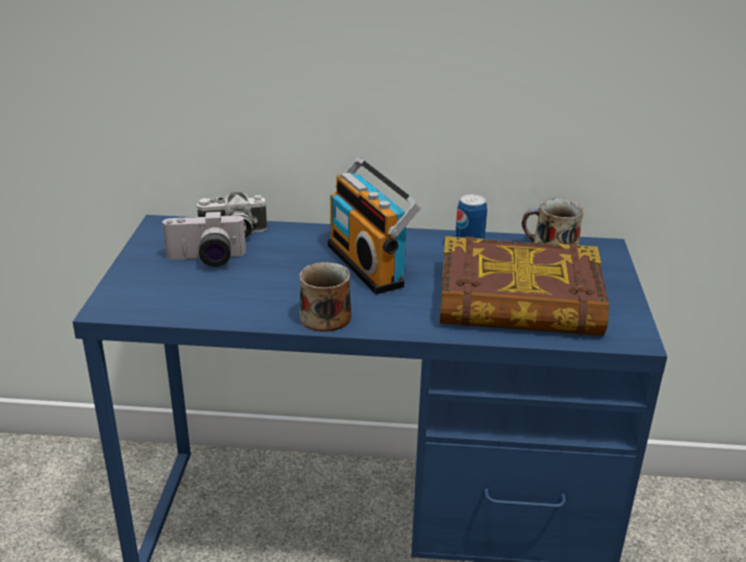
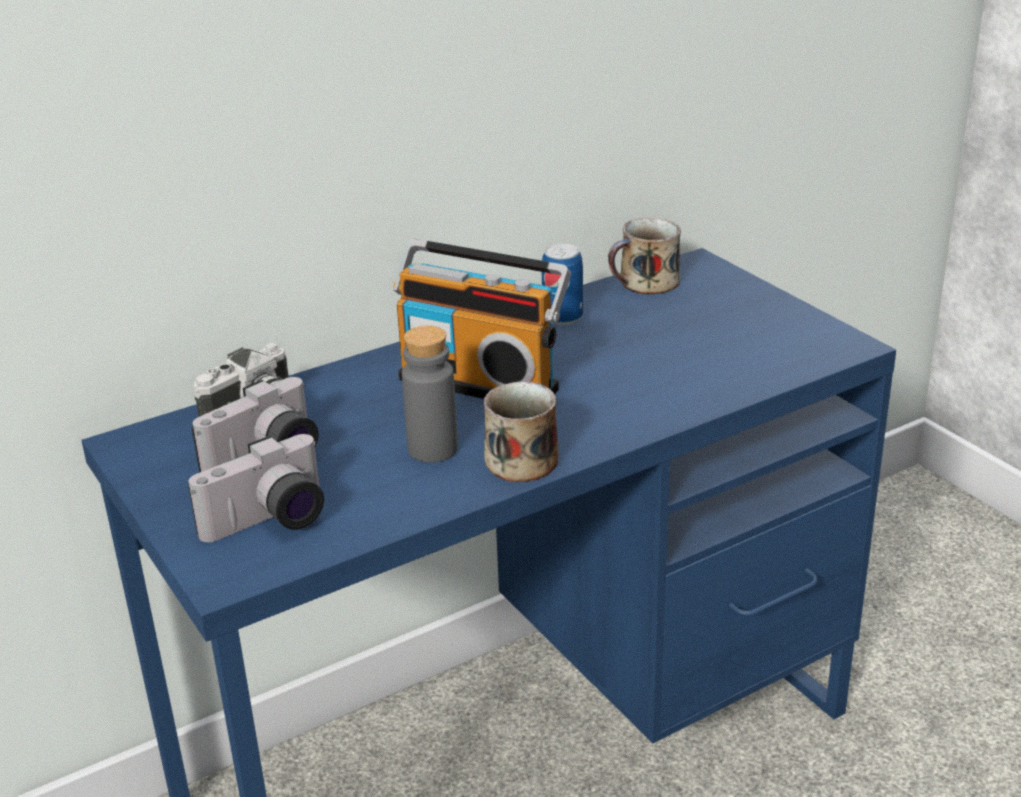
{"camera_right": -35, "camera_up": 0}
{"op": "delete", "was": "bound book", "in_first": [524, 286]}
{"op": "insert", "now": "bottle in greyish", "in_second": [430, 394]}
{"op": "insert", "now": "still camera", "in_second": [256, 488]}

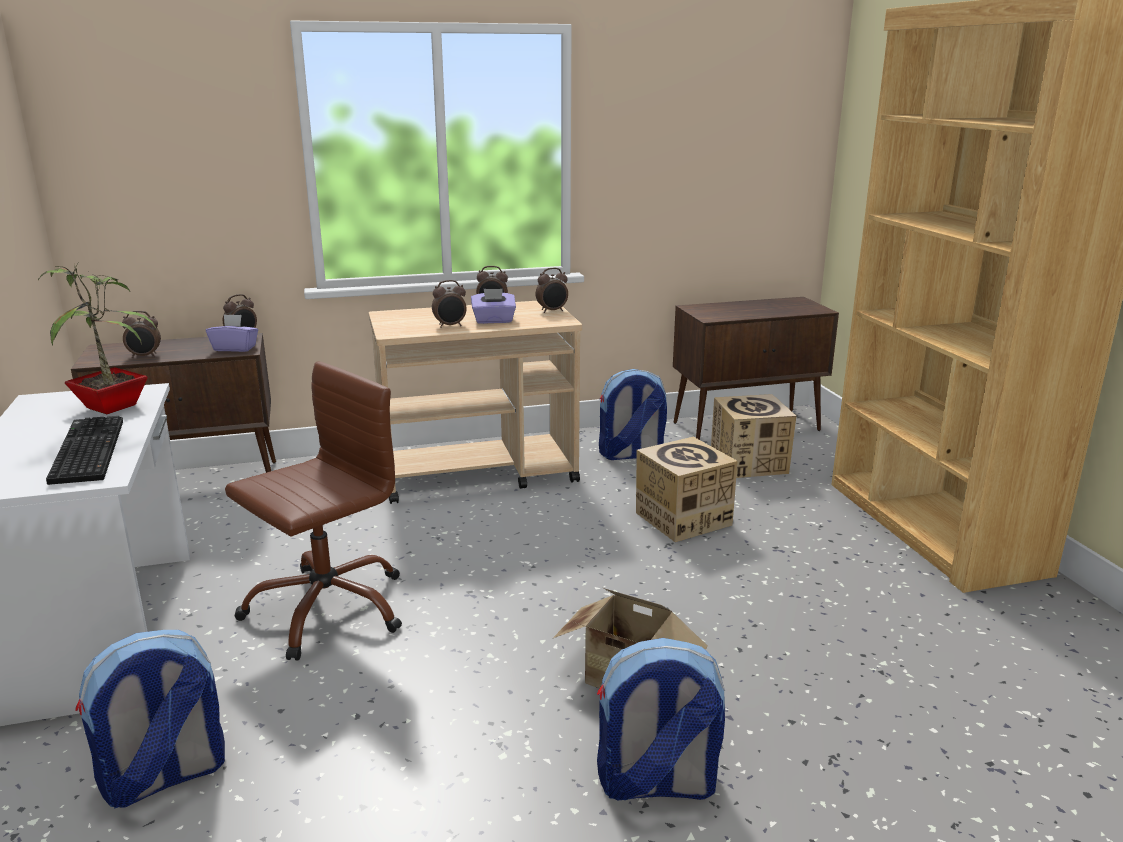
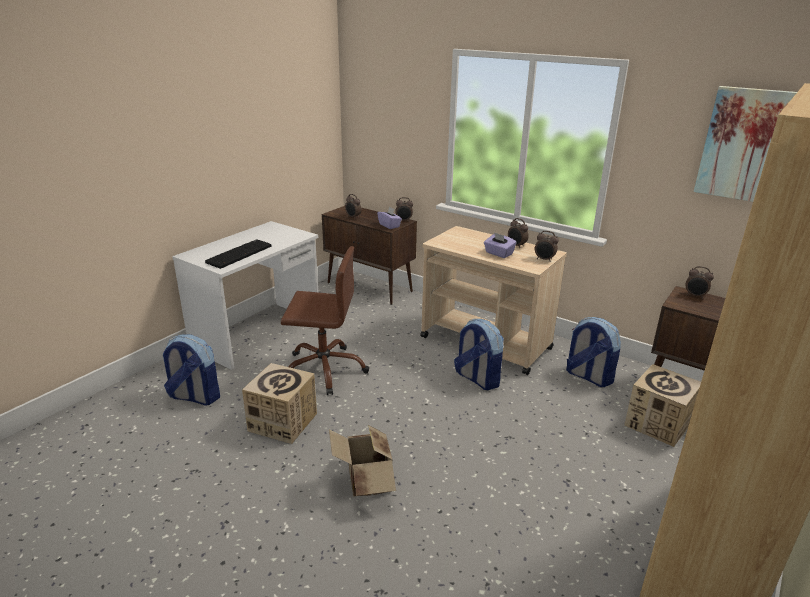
{"camera_right": 50, "camera_up": 5}
{"op": "delete", "was": "potted plant", "in_first": [98, 338]}
{"op": "move", "was": "bedside clock", "in_first": [449, 304], "in_second": [700, 282]}
{"op": "move", "was": "packing box", "in_first": [687, 489], "in_second": [279, 403]}
{"op": "move", "was": "rucksack", "in_first": [661, 719], "in_second": [479, 354]}
{"op": "insert", "now": "picture", "in_second": [745, 144]}

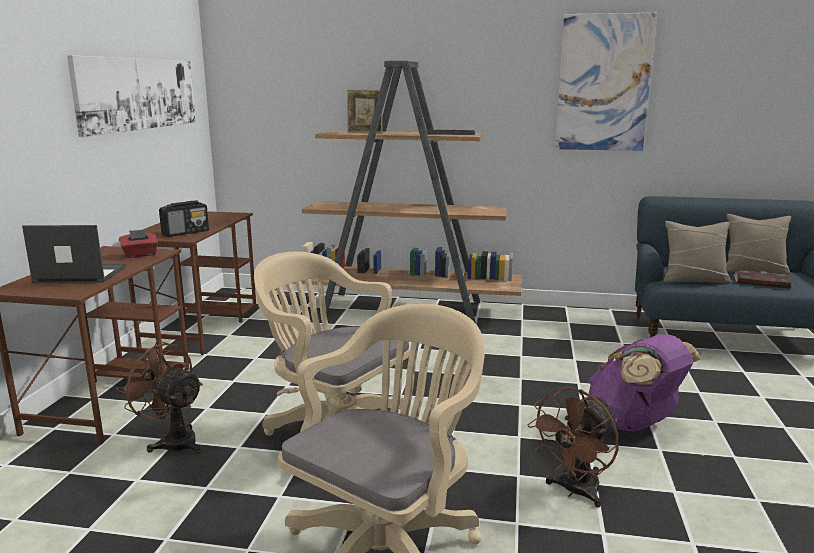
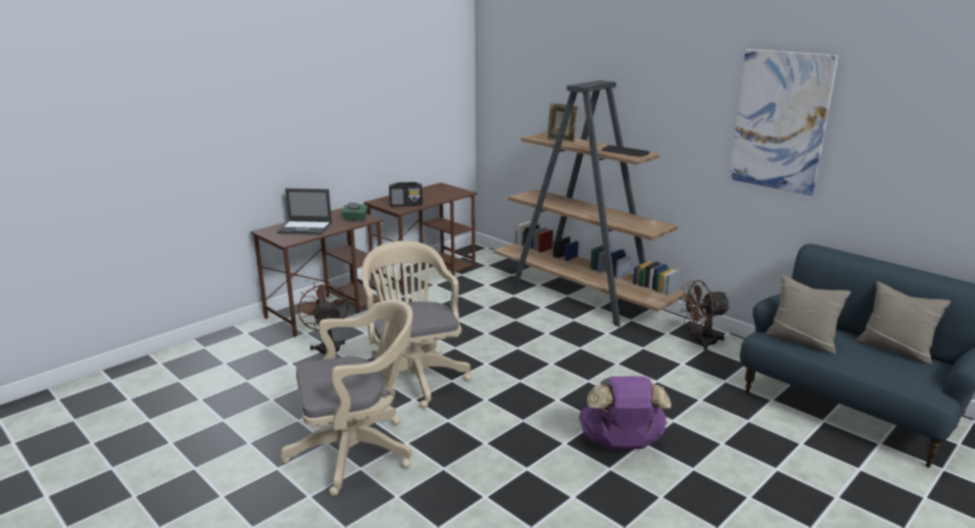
{"camera_right": 35, "camera_up": 5}
{"op": "delete", "was": "picture", "in_first": [131, 96]}
{"op": "rotate", "was": "notebook computer", "in_first": [74, 254], "in_second": [304, 211], "clockwise": 150}
{"op": "recolor", "was": "box of tissues in red", "now": "box of tissues in green-coloured", "in_first": [138, 244], "in_second": [354, 211]}
{"op": "delete", "was": "bound book", "in_first": [762, 279]}
{"op": "move", "was": "cooling fan in brownish", "in_first": [573, 447], "in_second": [705, 315]}

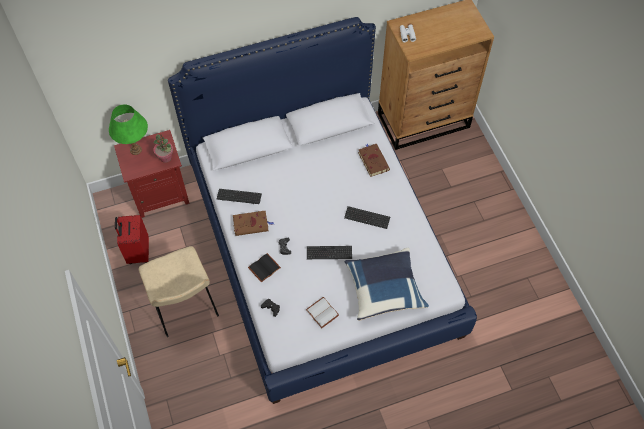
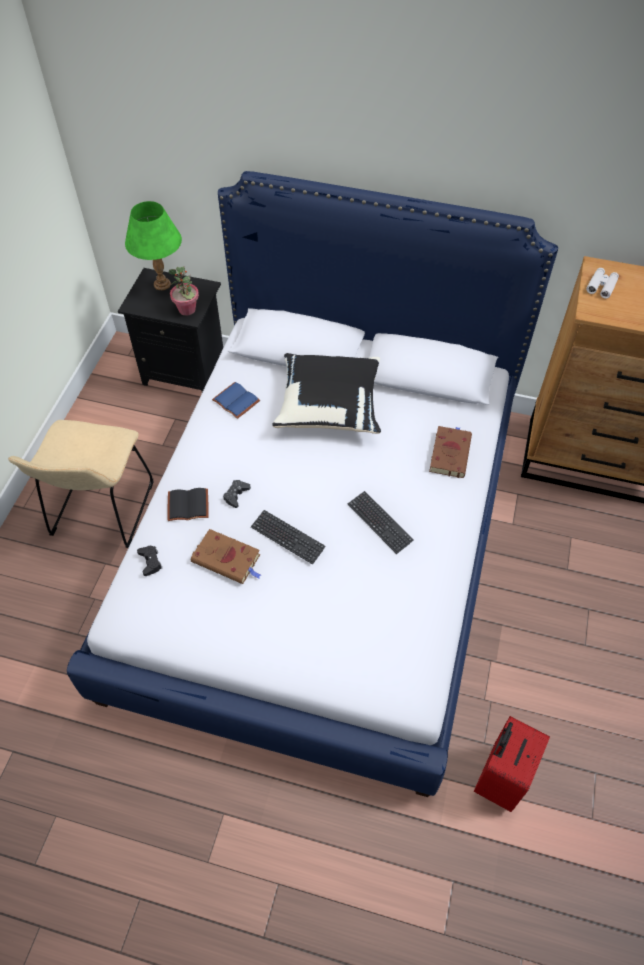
{"camera_right": 35, "camera_up": -5}
{"op": "recolor", "was": "bedside table in red", "now": "bedside table in blackish", "in_first": [152, 174], "in_second": [170, 330]}
{"op": "replace", "was": "keyboard", "now": "bound book in blue-coloured", "in_first": [239, 196], "in_second": [236, 400]}
{"op": "move", "was": "bound book in brownish", "in_first": [253, 223], "in_second": [226, 556]}
{"op": "move", "was": "travel case in red", "in_first": [132, 239], "in_second": [512, 764]}
{"op": "delete", "was": "pillow in blue-coloured", "in_first": [387, 284]}
{"op": "delete", "was": "bound book in whitish", "in_first": [322, 312]}
{"op": "insert", "now": "pillow in blackish", "in_second": [326, 393]}

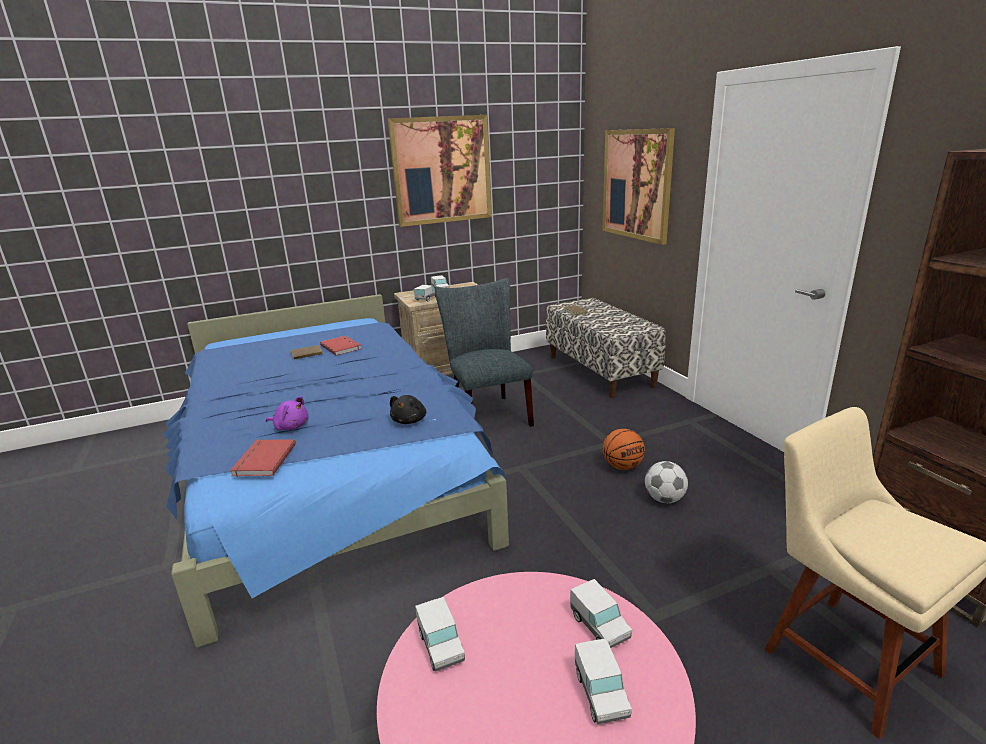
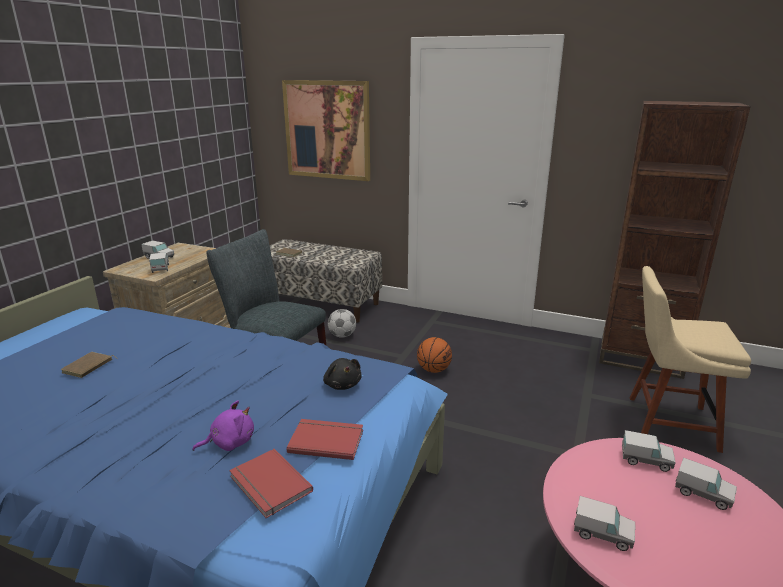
{"camera_right": -45, "camera_up": 0}
{"op": "delete", "was": "picture", "in_first": [440, 171]}
{"op": "move", "was": "bound book in red", "in_first": [341, 346], "in_second": [325, 439]}
{"op": "move", "was": "football ball", "in_first": [666, 482], "in_second": [342, 323]}

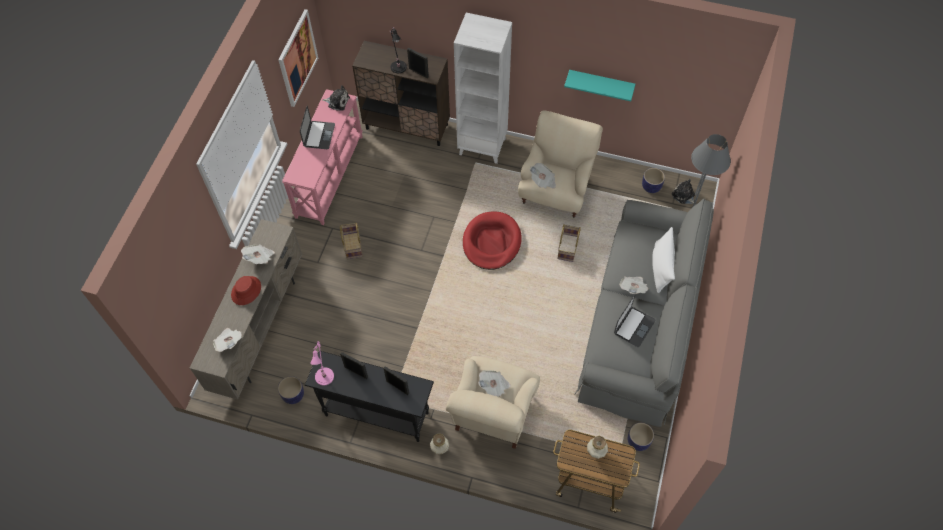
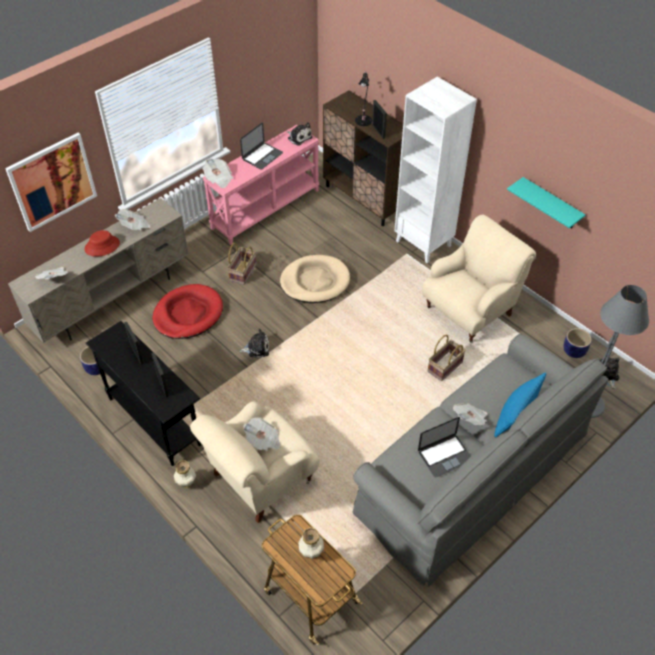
{"camera_right": 30, "camera_up": -10}
{"op": "move", "was": "picture", "in_first": [298, 58], "in_second": [51, 182]}
{"op": "move", "was": "daily paper", "in_first": [543, 176], "in_second": [218, 173]}
{"op": "move", "was": "dog bed in red", "in_first": [492, 240], "in_second": [187, 311]}
{"op": "recolor", "was": "pillow in whitish", "now": "pillow in blue-coloured", "in_first": [663, 260], "in_second": [520, 405]}
{"op": "delete", "was": "lamp for a table in pink-coloured", "in_first": [322, 363]}
{"op": "delete", "was": "flower pot", "in_first": [641, 436]}
{"op": "insert", "now": "dog bed in beige-coloured", "in_second": [315, 279]}
{"op": "insert", "now": "cuddly toy", "in_second": [254, 343]}

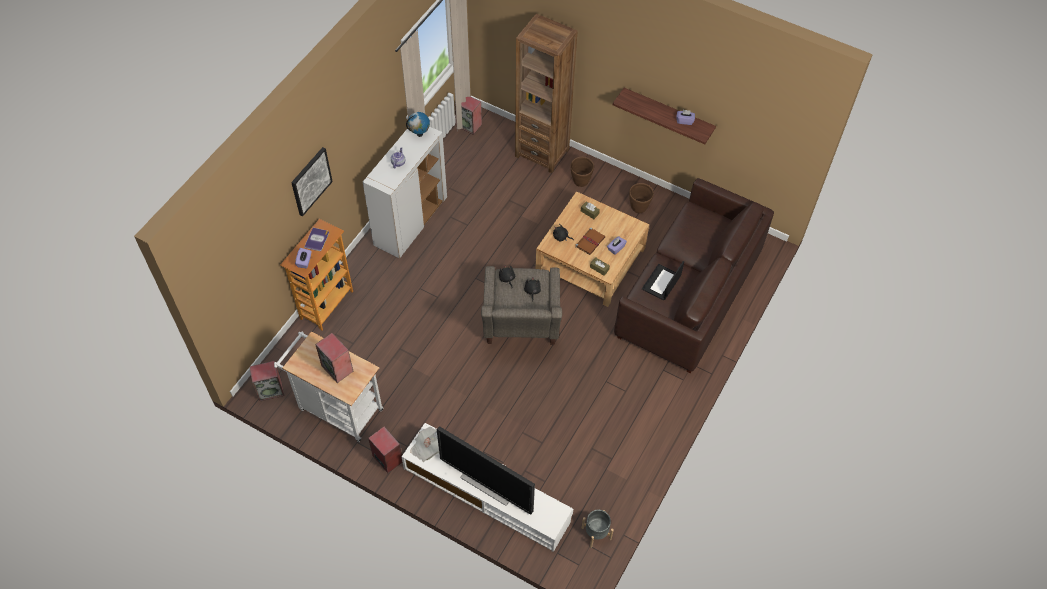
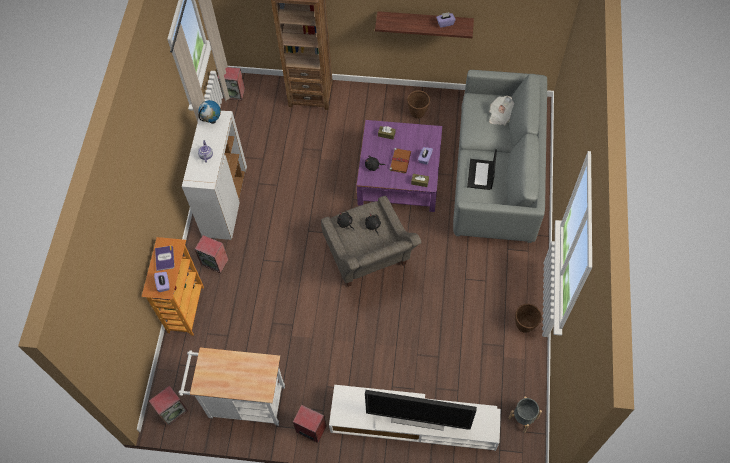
{"camera_right": -20, "camera_up": 5}
{"op": "delete", "was": "picture", "in_first": [312, 181]}
{"op": "move", "was": "flower pot in brownish", "in_first": [582, 172], "in_second": [528, 318]}
{"op": "recolor", "was": "settee in brownish", "now": "settee in greyish", "in_first": [694, 275], "in_second": [500, 156]}
{"op": "recolor", "was": "coffee table in beige-coloured", "now": "coffee table in purple", "in_first": [592, 249], "in_second": [399, 166]}
{"op": "move", "was": "loudspeaker", "in_first": [334, 358], "in_second": [211, 254]}
{"op": "move", "was": "daily paper", "in_first": [424, 444], "in_second": [501, 111]}

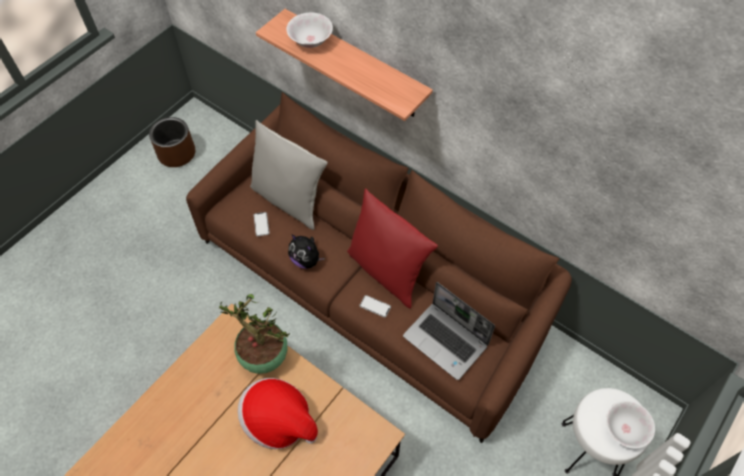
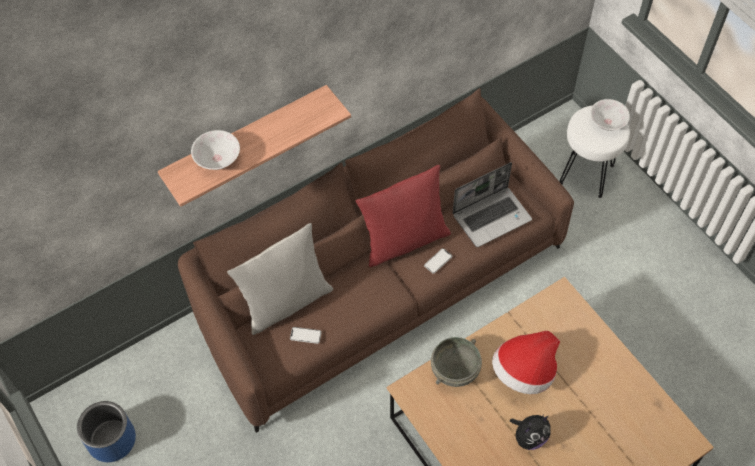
{"camera_right": -70, "camera_up": 0}
{"op": "recolor", "was": "flower pot in brownish", "now": "flower pot in blue-coloured", "in_first": [172, 142], "in_second": [106, 431]}
{"op": "move", "was": "cuddly toy", "in_first": [306, 251], "in_second": [530, 432]}
{"op": "replace", "was": "potted plant", "now": "deep dish in greyish", "in_first": [254, 334], "in_second": [456, 362]}

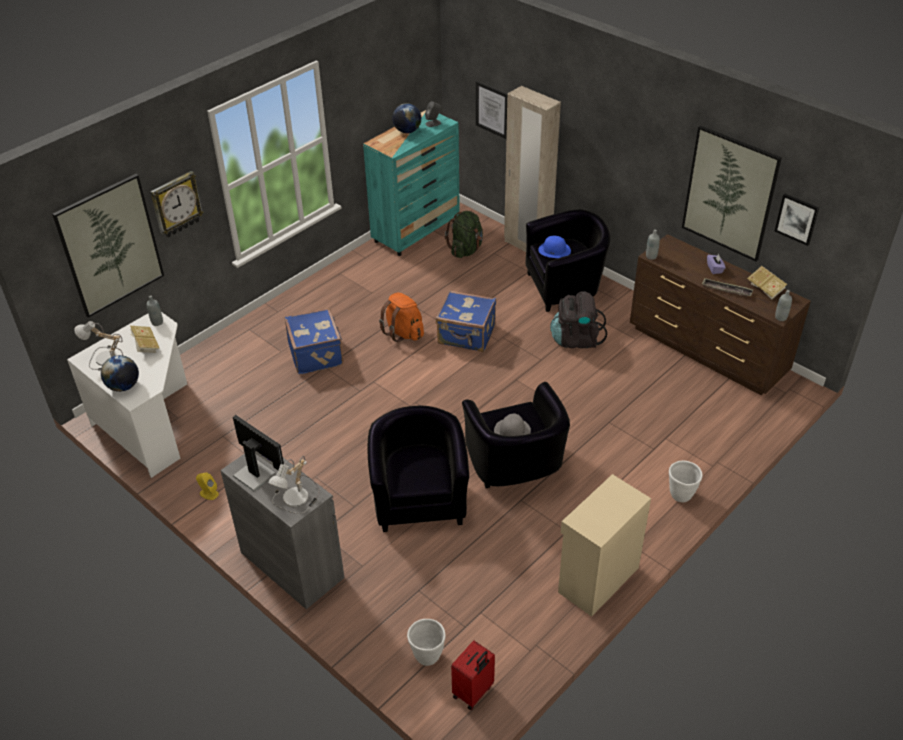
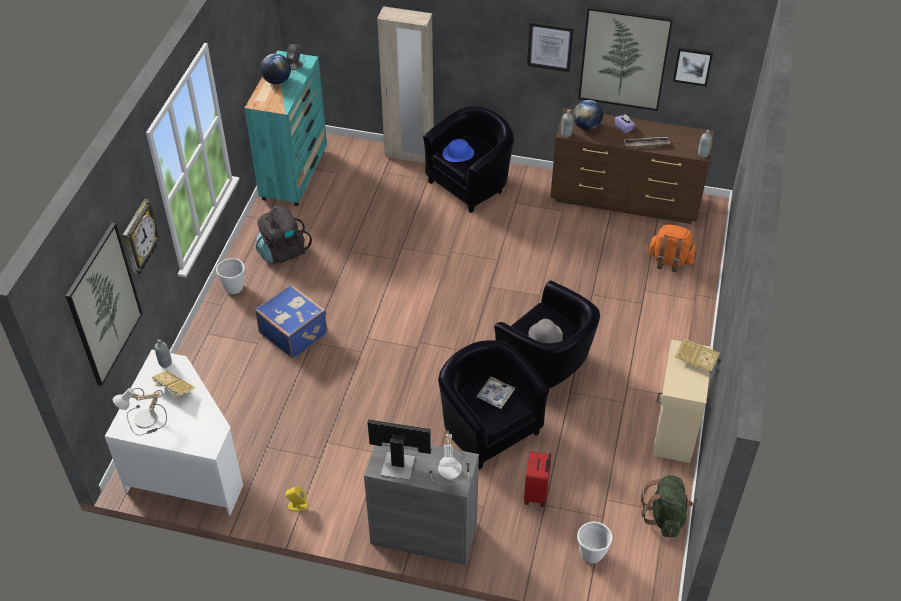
{"camera_right": -30, "camera_up": 5}
{"op": "move", "was": "picture", "in_first": [491, 110], "in_second": [550, 47]}
{"op": "move", "was": "rucksack in green-coloured", "in_first": [464, 234], "in_second": [667, 506]}
{"op": "move", "was": "bound book", "in_first": [767, 282], "in_second": [697, 355]}
{"op": "delete", "was": "travel case in blue-coloured", "in_first": [466, 321]}
{"op": "move", "was": "rucksack in blackish", "in_first": [578, 319], "in_second": [284, 235]}
{"op": "move", "was": "rucksack in orangey", "in_first": [401, 317], "in_second": [672, 248]}
{"op": "move", "was": "globe", "in_first": [120, 373], "in_second": [588, 115]}
{"op": "move", "was": "flower pot in whitish", "in_first": [686, 481], "in_second": [230, 276]}
{"op": "move", "was": "travel case in red", "in_first": [473, 675], "in_second": [538, 479]}
{"op": "insert", "now": "serving tray", "in_second": [495, 393]}

